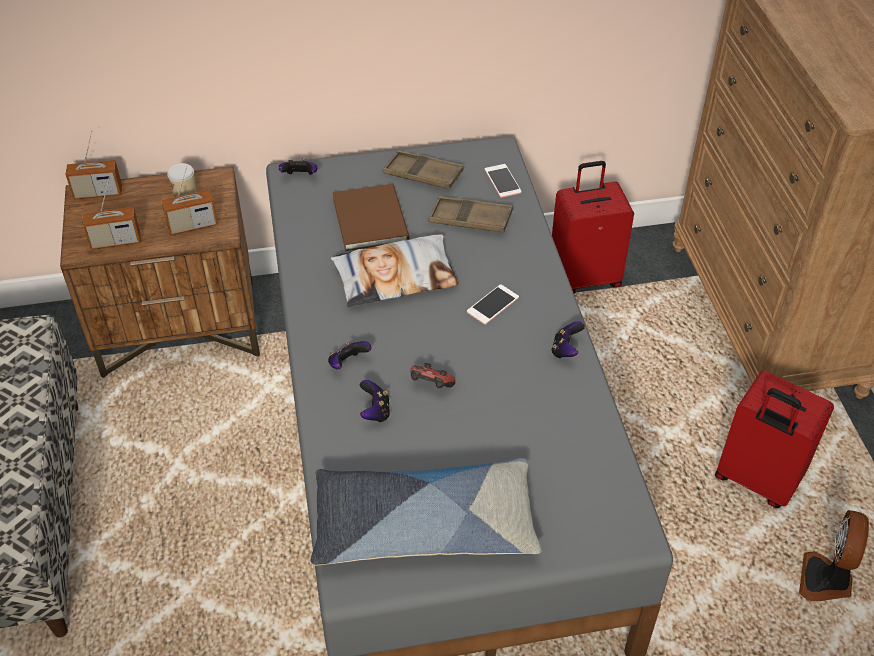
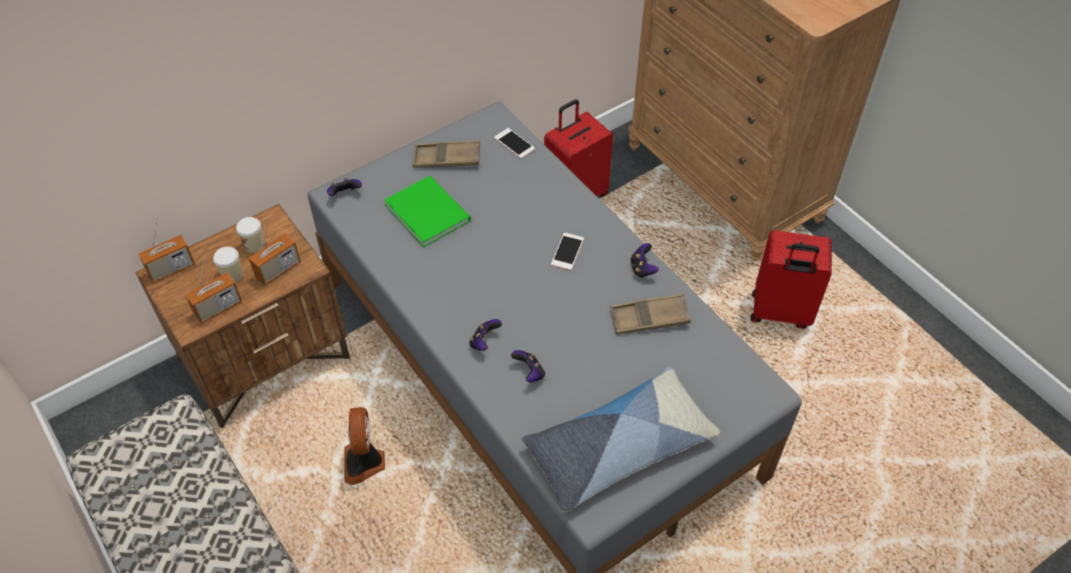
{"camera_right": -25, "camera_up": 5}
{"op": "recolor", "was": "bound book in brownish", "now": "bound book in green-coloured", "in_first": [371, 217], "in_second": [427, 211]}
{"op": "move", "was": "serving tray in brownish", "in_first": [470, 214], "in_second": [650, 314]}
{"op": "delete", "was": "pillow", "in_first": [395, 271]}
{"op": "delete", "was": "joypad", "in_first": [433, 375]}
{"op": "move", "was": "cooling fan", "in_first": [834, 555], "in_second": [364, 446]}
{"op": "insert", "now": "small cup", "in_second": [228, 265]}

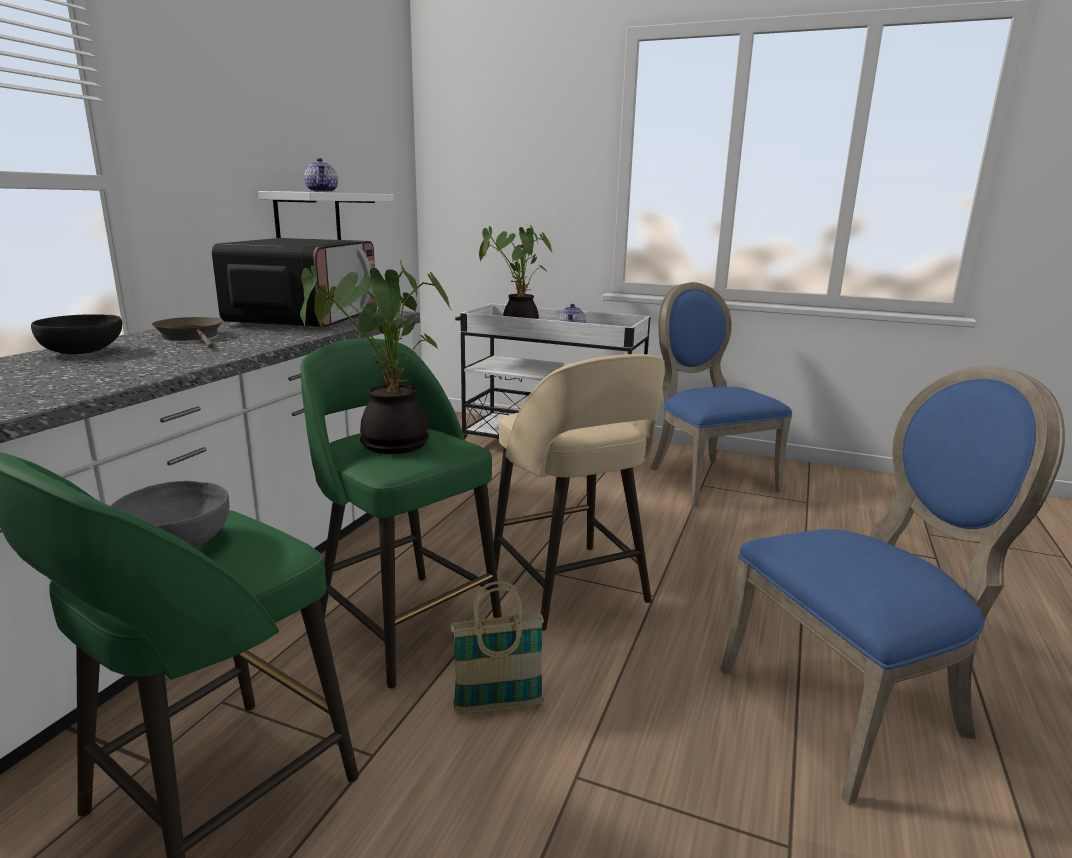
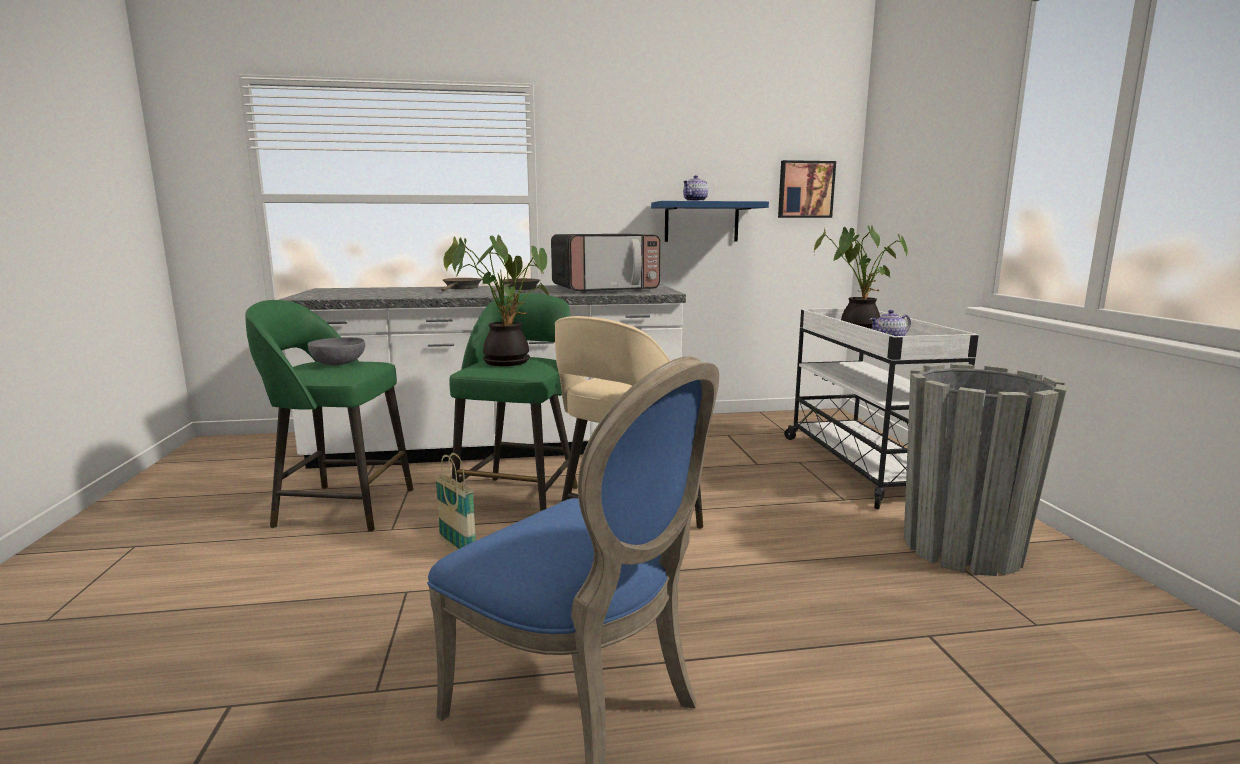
{"camera_right": 60, "camera_up": -5}
{"op": "recolor", "was": "shelf in whitish", "now": "shelf in blue-coloured", "in_first": [326, 215], "in_second": [710, 221]}
{"op": "replace", "was": "upright chair in blue-coloured", "now": "flower pot in greyish", "in_first": [721, 394], "in_second": [986, 470]}
{"op": "replace", "was": "deep dish in blackish", "now": "pan in brownish", "in_first": [76, 334], "in_second": [461, 285]}
{"op": "insert", "now": "picture", "in_second": [807, 189]}

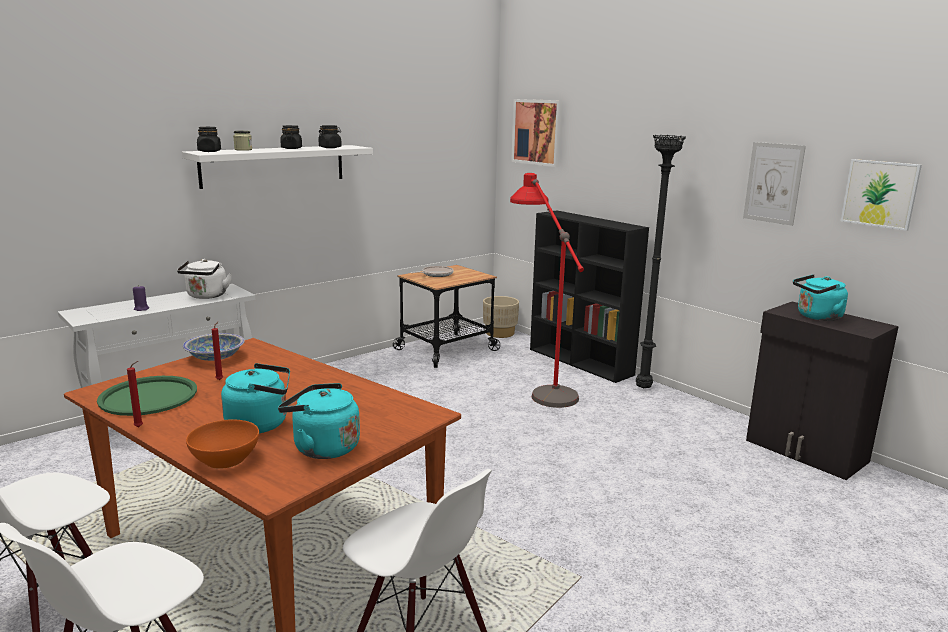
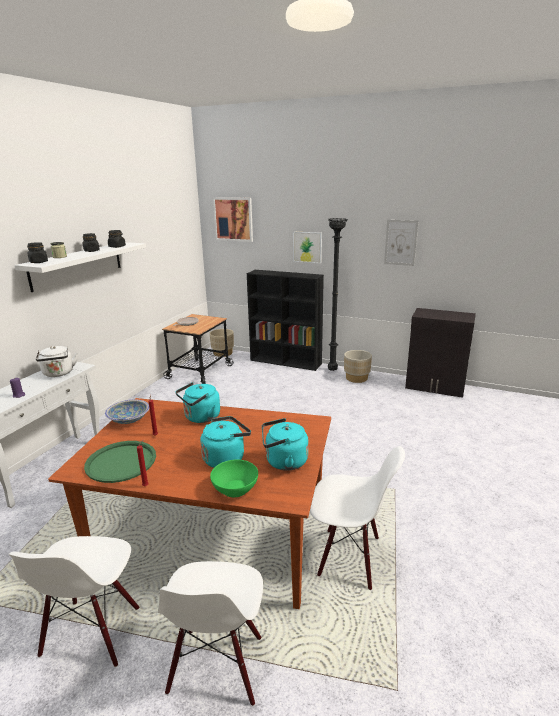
{"camera_right": -25, "camera_up": 5}
{"op": "move", "was": "picture", "in_first": [881, 195], "in_second": [307, 247]}
{"op": "delete", "was": "standing lamp in red", "in_first": [547, 290]}
{"op": "move", "was": "tea kettle in blue-green", "in_first": [820, 297], "in_second": [197, 402]}
{"op": "recolor", "was": "deep dish in orangey", "now": "deep dish in green-coloured", "in_first": [222, 444], "in_second": [234, 478]}
{"op": "insert", "now": "flower pot in beige-coloured", "in_second": [358, 366]}

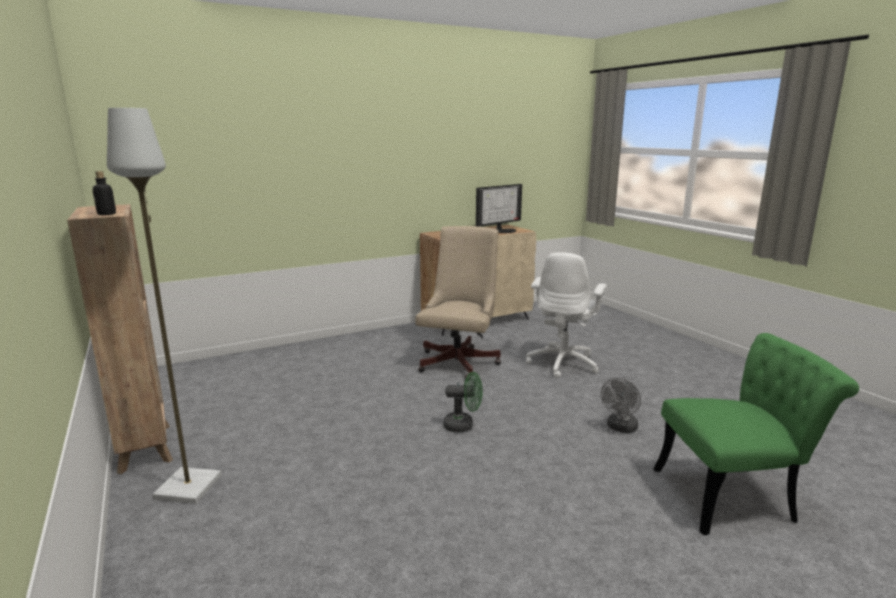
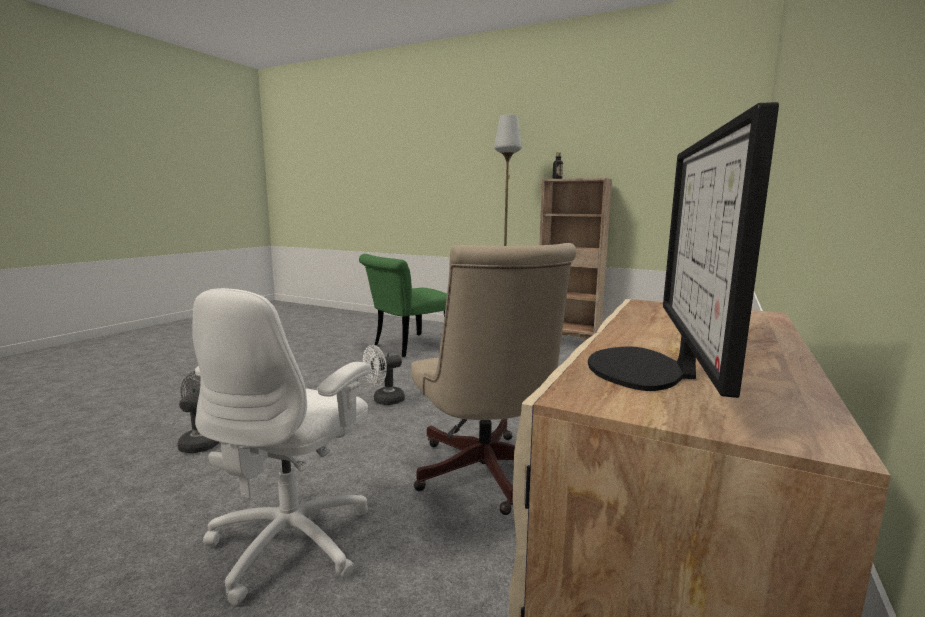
{"camera_right": 145, "camera_up": -5}
{"op": "rotate", "was": "desk chair in whitish", "in_first": [566, 315], "in_second": [281, 446], "clockwise": -150}
{"op": "move", "was": "upright chair in green-coloured", "in_first": [756, 434], "in_second": [403, 305]}
{"op": "recolor", "was": "cooling fan in green-coloured", "now": "cooling fan in whitish", "in_first": [463, 402], "in_second": [383, 375]}

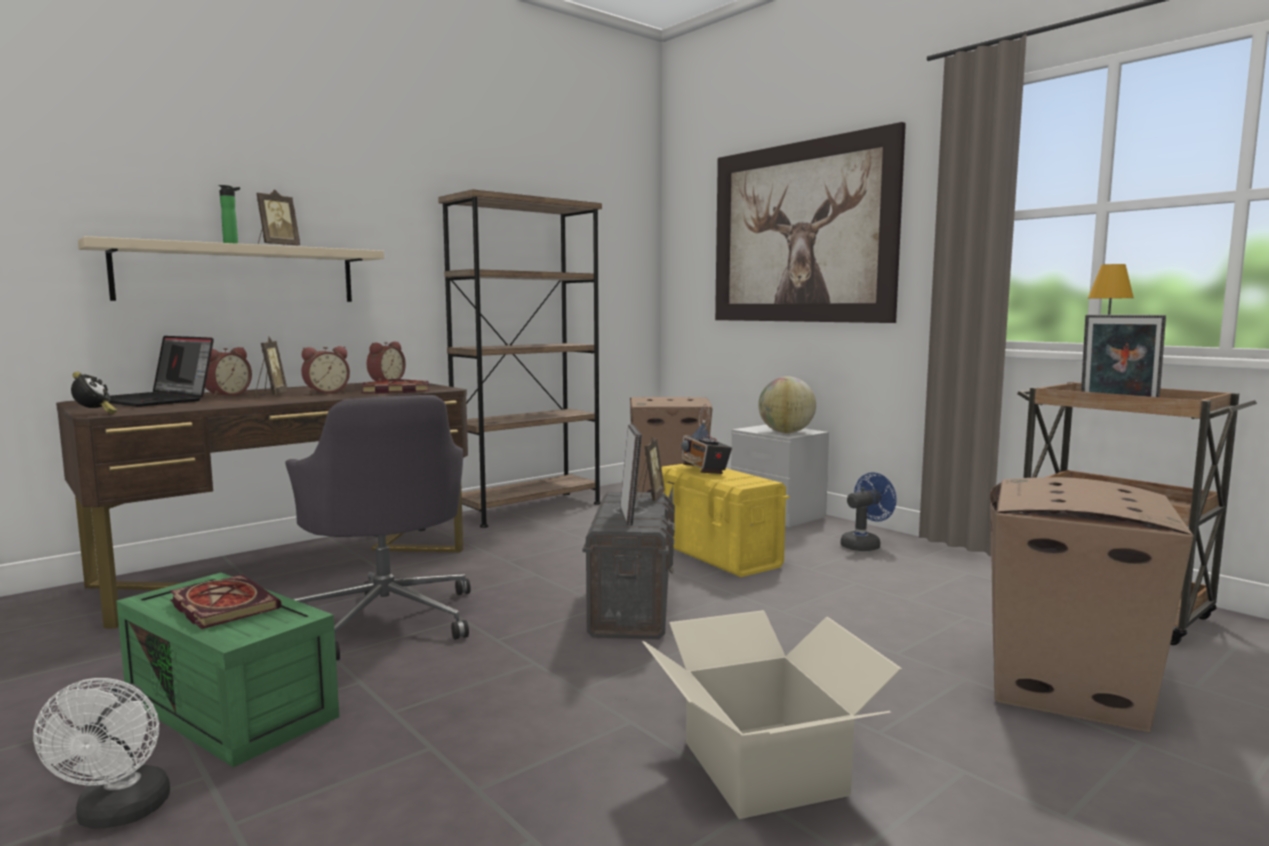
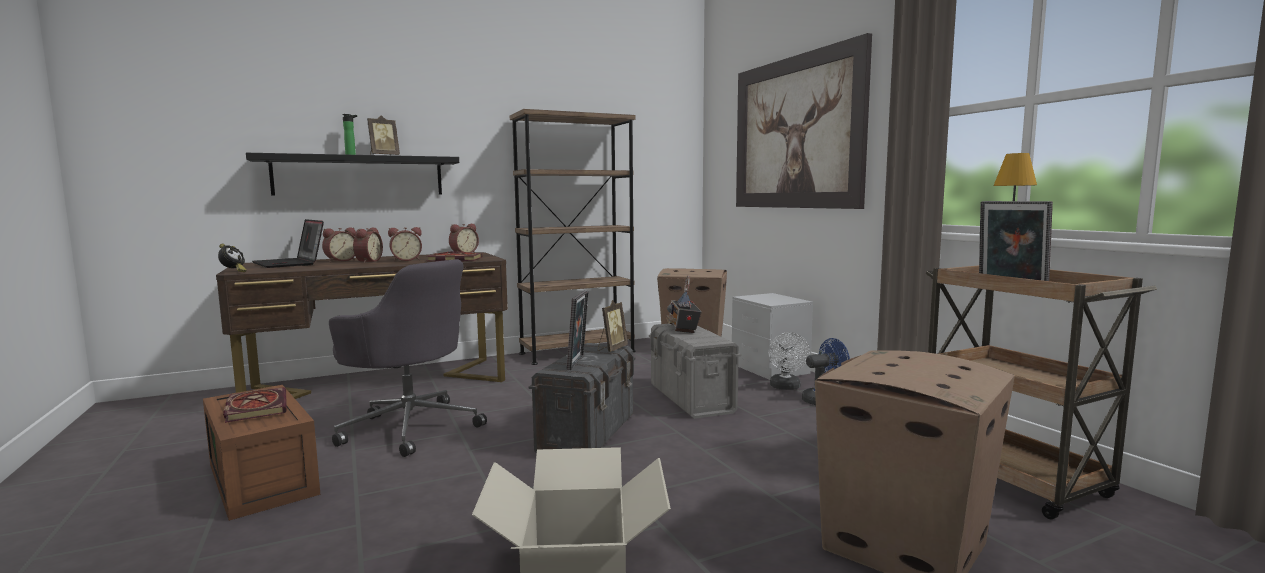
{"camera_right": 15, "camera_up": 0}
{"op": "recolor", "was": "shelf in beige-coloured", "now": "shelf in blackish", "in_first": [231, 269], "in_second": [352, 174]}
{"op": "replace", "was": "picture frame", "now": "bedside clock", "in_first": [271, 367], "in_second": [368, 245]}
{"op": "delete", "was": "globe", "in_first": [787, 405]}
{"op": "rotate", "was": "desk chair in greyish", "in_first": [378, 527], "in_second": [408, 358], "clockwise": -45}
{"op": "recolor", "was": "storage box in yellow", "now": "storage box in greyish", "in_first": [725, 520], "in_second": [695, 371]}
{"op": "recolor", "was": "storage box in green-coloured", "now": "storage box in brownish", "in_first": [227, 670], "in_second": [261, 453]}
{"op": "move", "was": "cooling fan in whitish", "in_first": [101, 753], "in_second": [789, 361]}

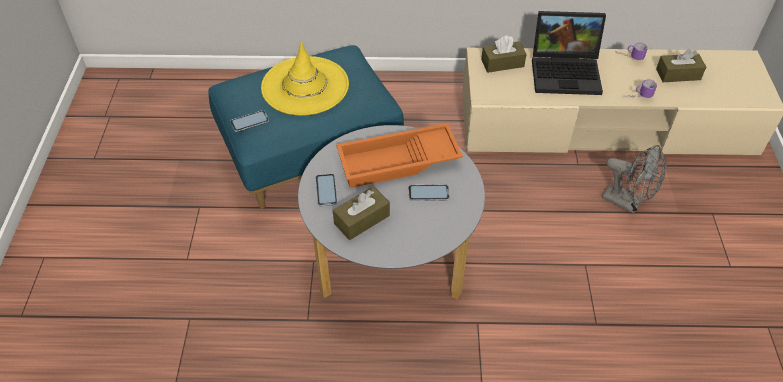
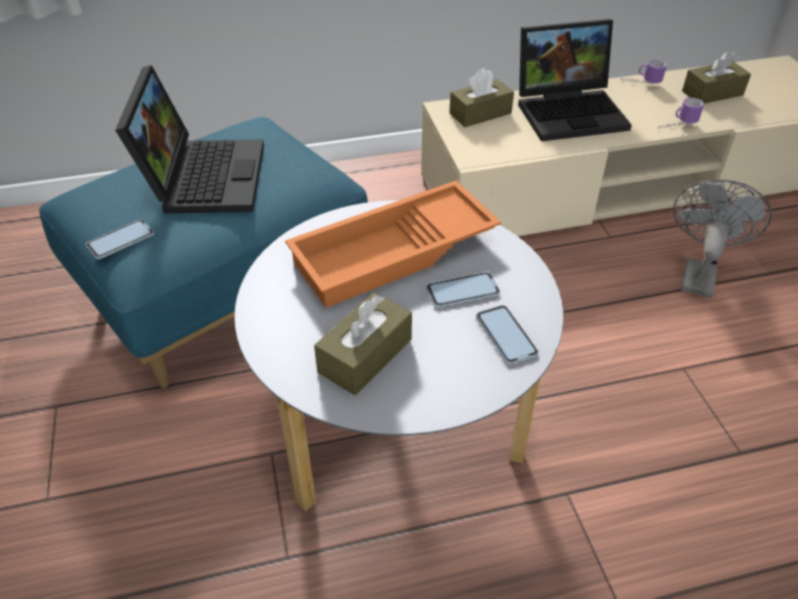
{"camera_right": -15, "camera_up": -5}
{"op": "replace", "was": "clothing hat in yellow", "now": "notebook computer", "in_first": [305, 79], "in_second": [189, 139]}
{"op": "rotate", "was": "cooling fan in greyish", "in_first": [634, 179], "in_second": [722, 238], "clockwise": -90}
{"op": "move", "was": "handset", "in_first": [326, 190], "in_second": [507, 335]}

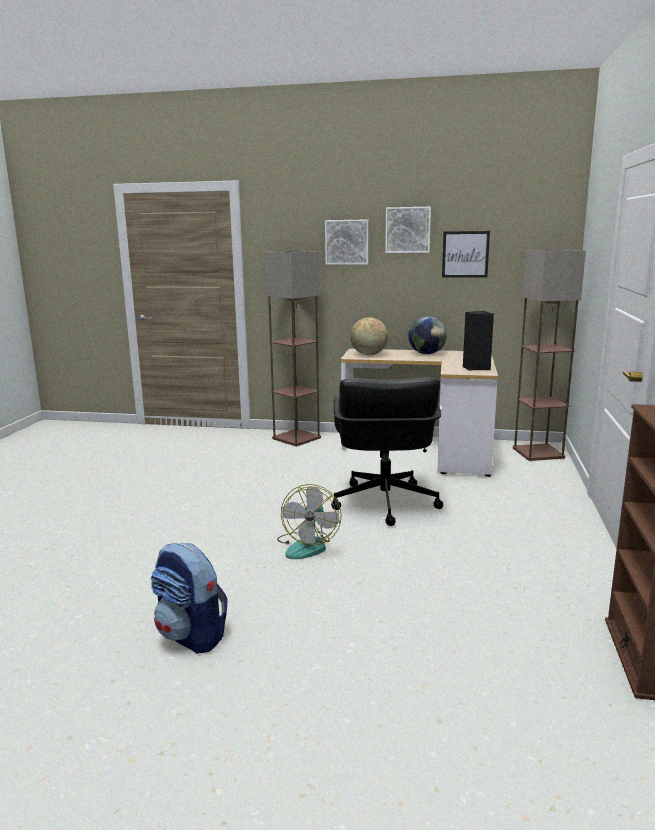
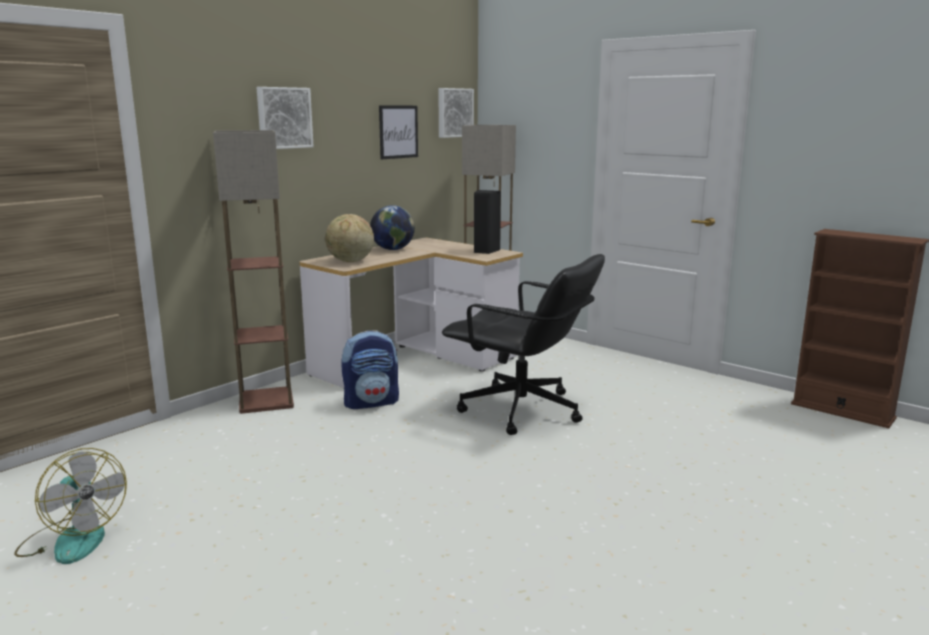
{"camera_right": -60, "camera_up": 0}
{"op": "move", "was": "picture", "in_first": [408, 230], "in_second": [456, 113]}
{"op": "move", "was": "cooling fan", "in_first": [309, 521], "in_second": [70, 506]}
{"op": "move", "was": "rucksack", "in_first": [189, 598], "in_second": [370, 370]}

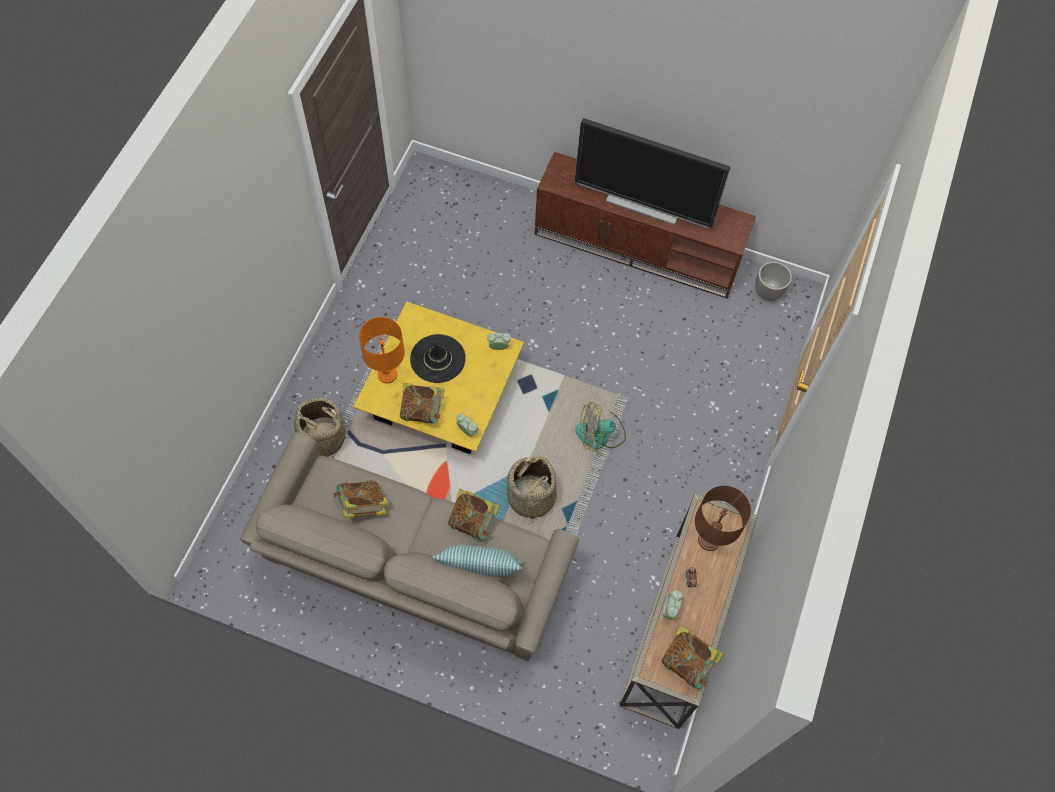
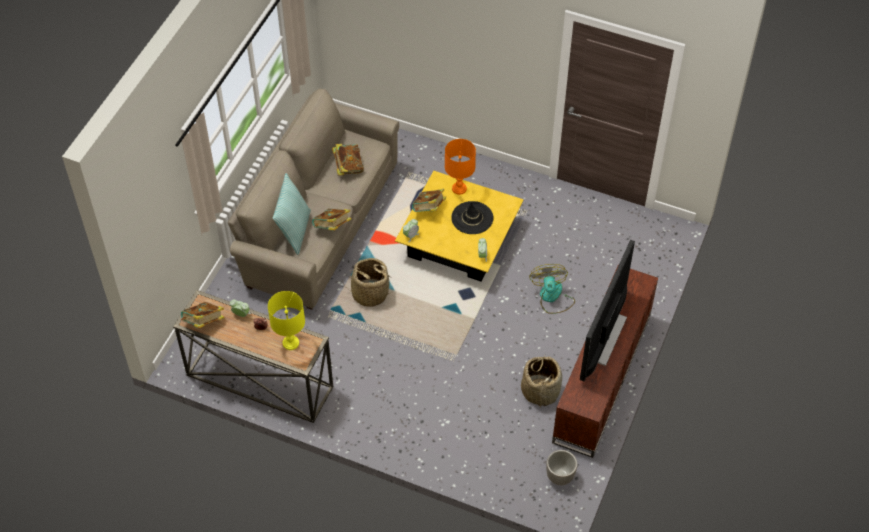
{"camera_right": 95, "camera_up": -10}
{"op": "move", "was": "household basket", "in_first": [318, 427], "in_second": [541, 380]}
{"op": "move", "was": "cooling fan", "in_first": [601, 427], "in_second": [552, 289]}
{"op": "recolor", "was": "lamp for a table in brownish", "now": "lamp for a table in yellow", "in_first": [723, 518], "in_second": [286, 320]}

